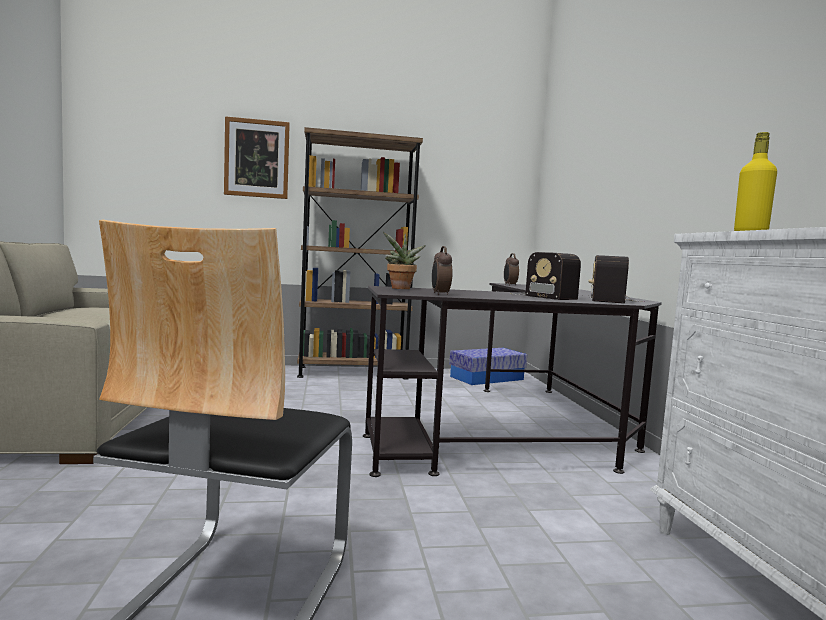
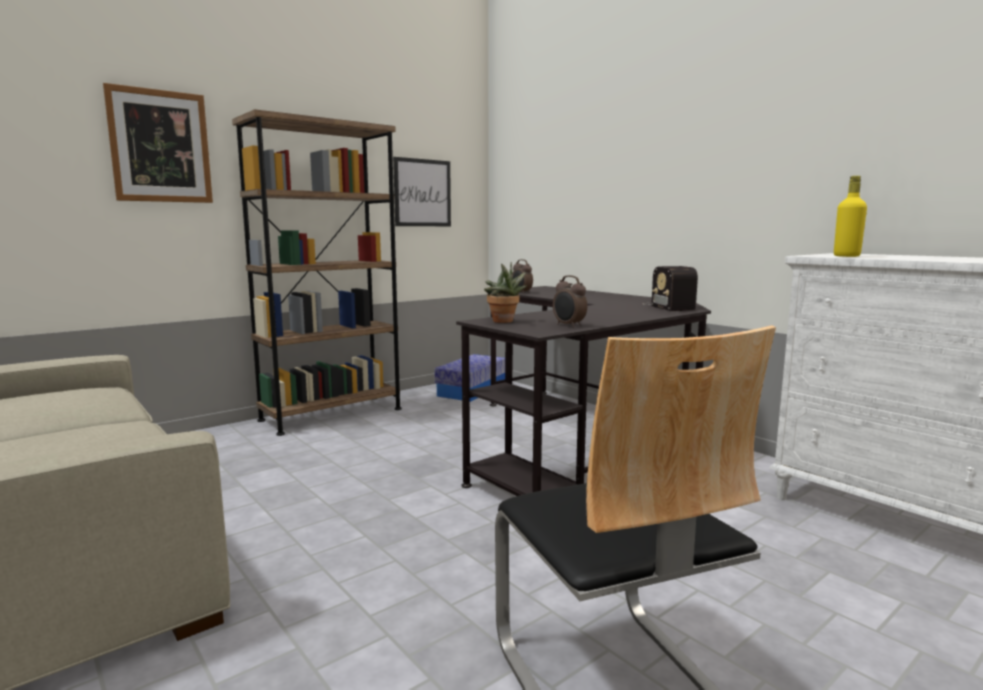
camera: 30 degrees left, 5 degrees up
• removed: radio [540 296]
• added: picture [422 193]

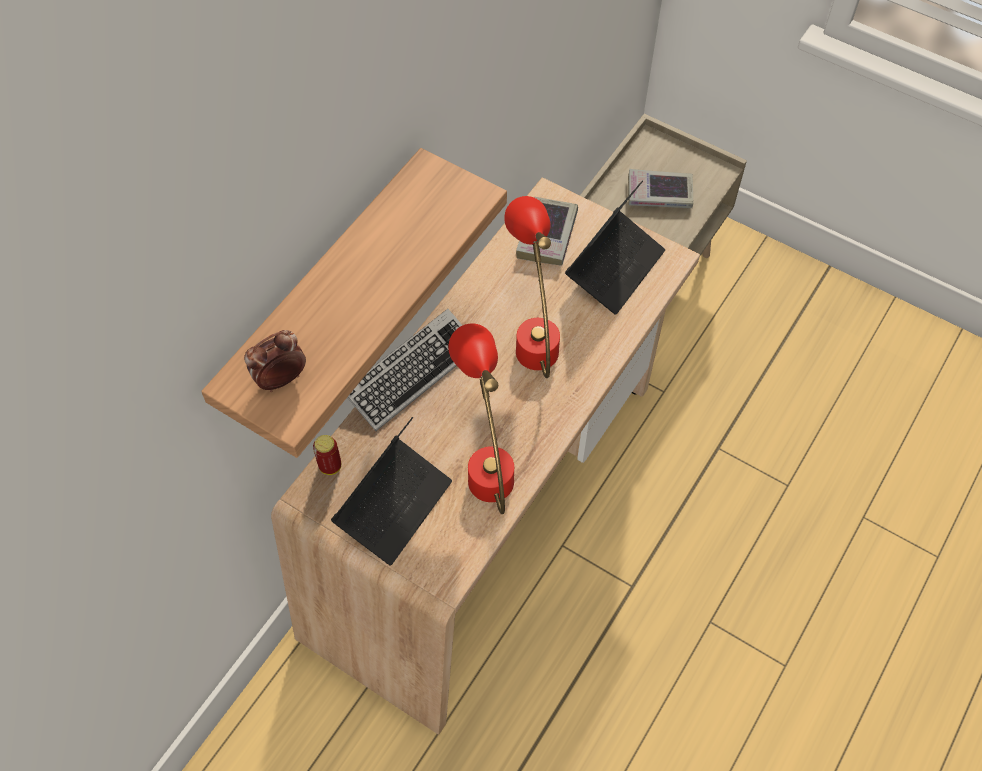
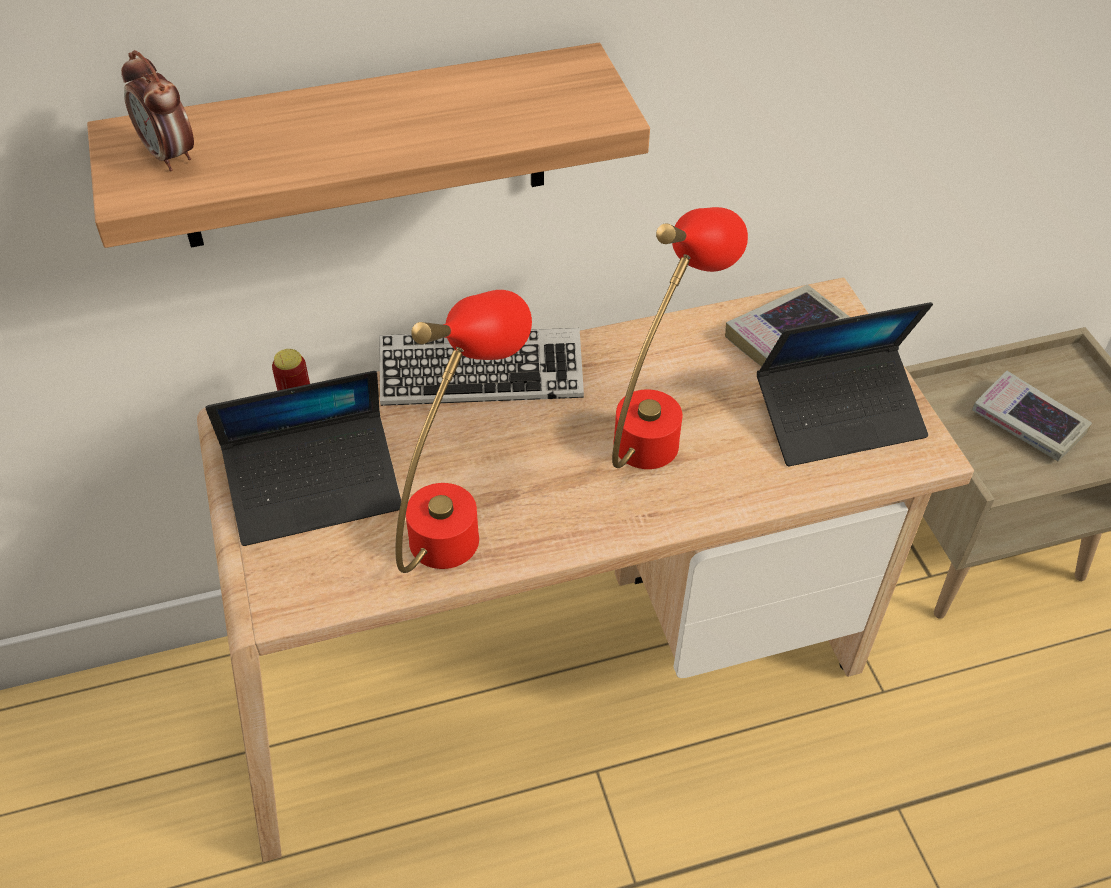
camera: 40 degrees right, 10 degrees down
• turned: alarm_clock [281 379] = [170 156] 135 degrees counterclockwise

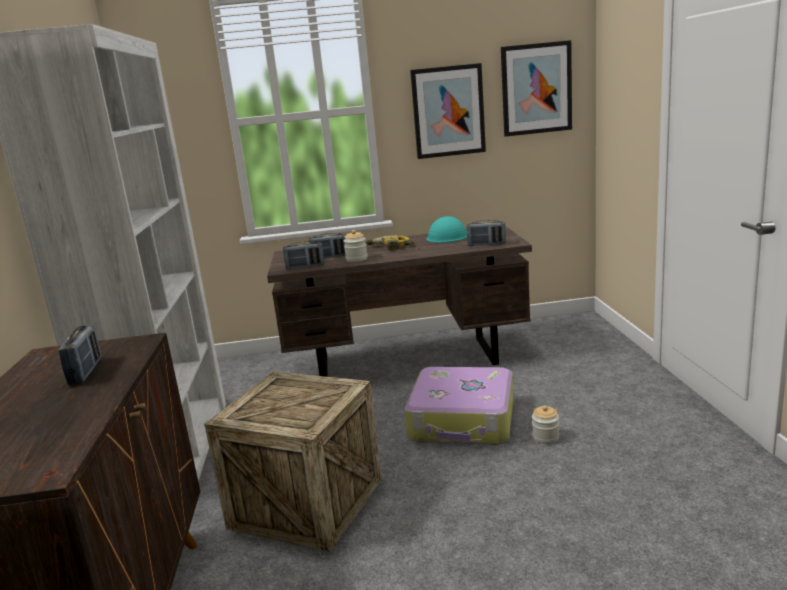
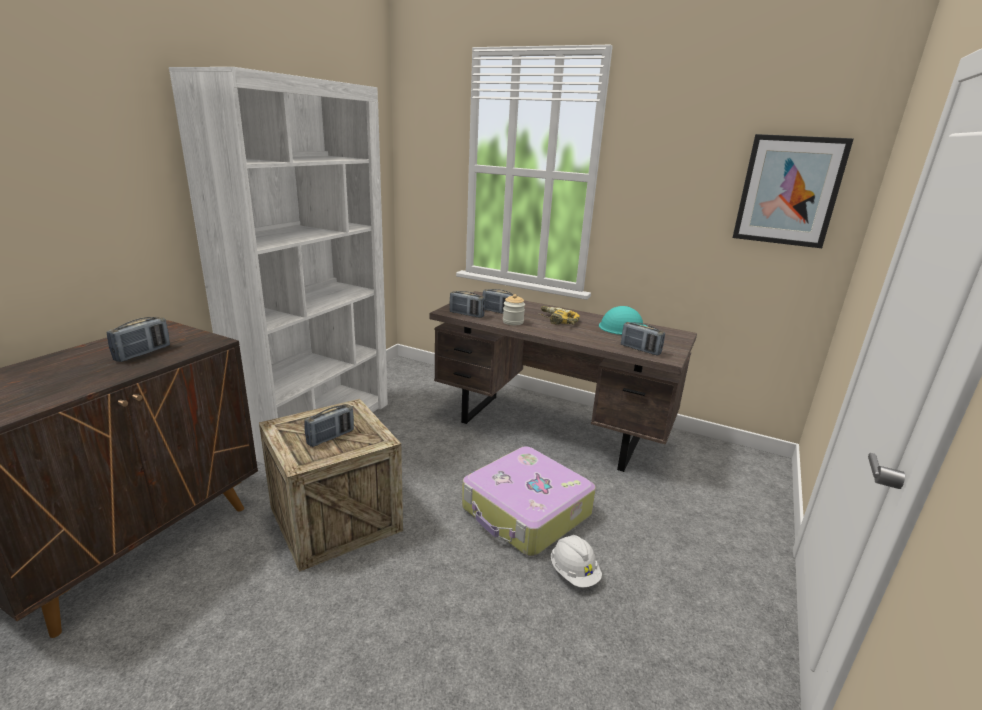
camera: 30 degrees right, 5 degrees up
• removed: picture [448 111]
• replaced: jar [545 438] to white_hard_hat [574 573]
• added: radio [331 437]

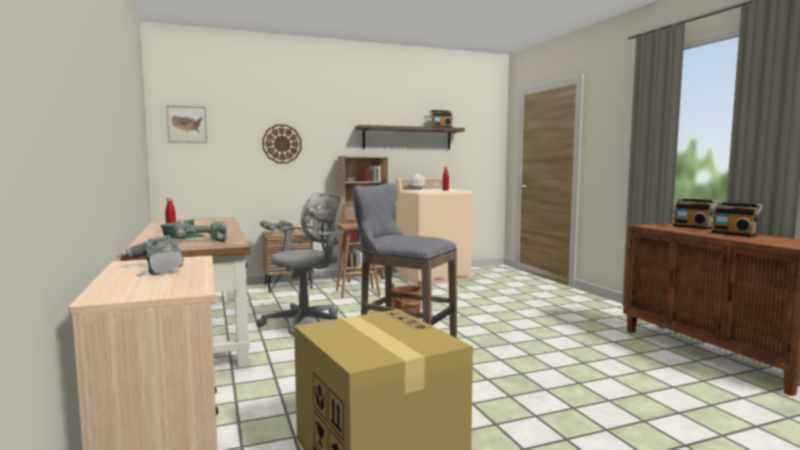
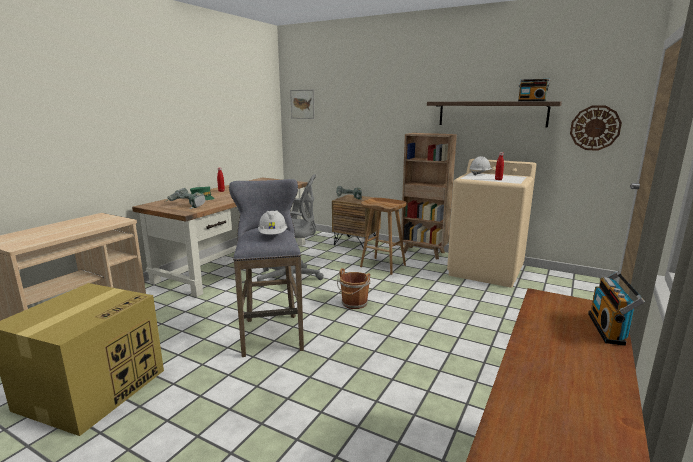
camera: 50 degrees right, 10 degrees up
• moved: wall_clock [282 144] to [595 128]
• removed: radio [734 234]
• removed: power_drill [153 269]
• added: white_hard_hat [273 235]

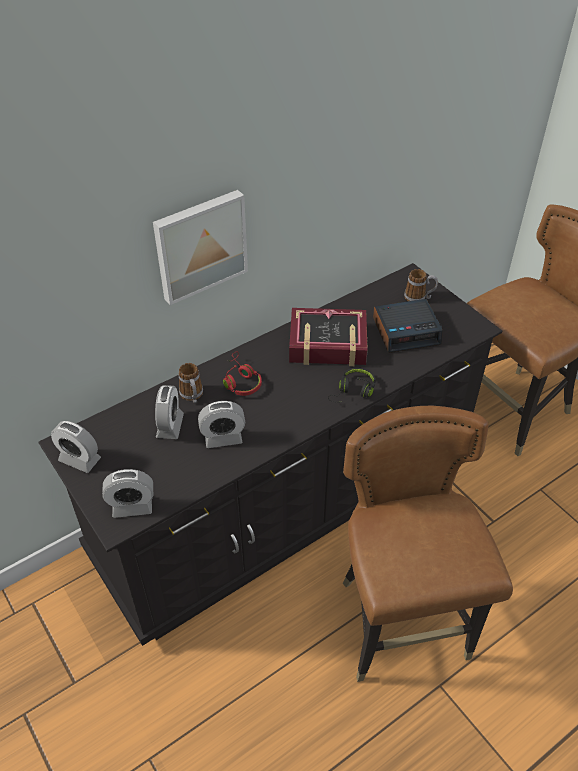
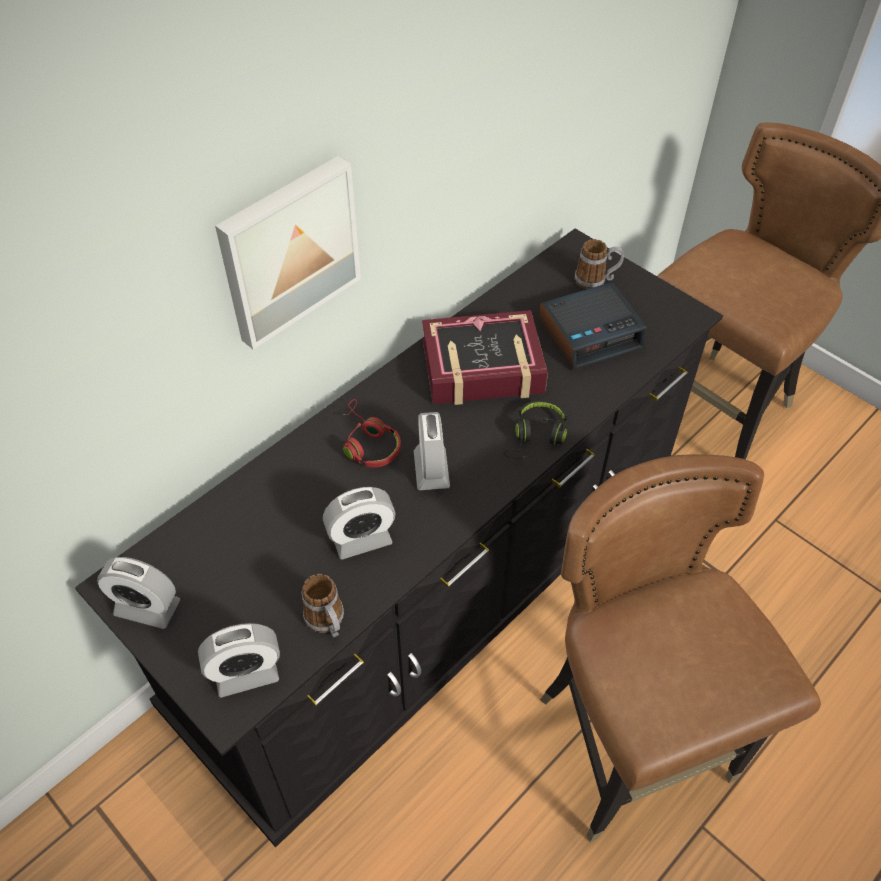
camera: 10 degrees left, 5 degrees up
• moved: mug [192 396] to [327 622]
• moved: alarm_clock [170 426] to [431 469]

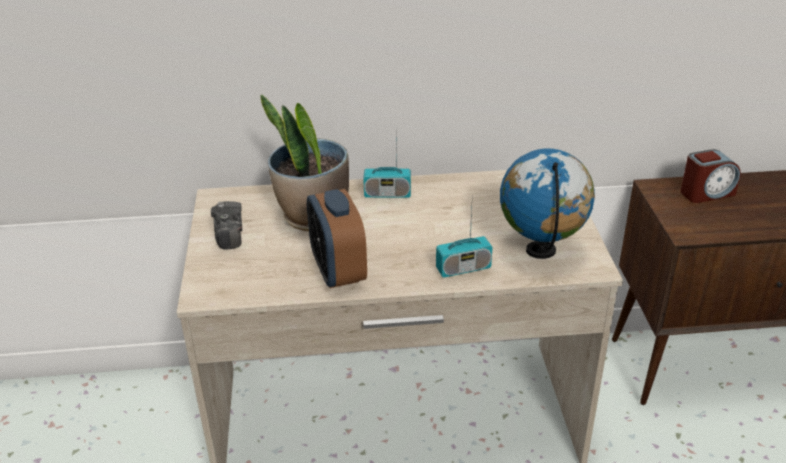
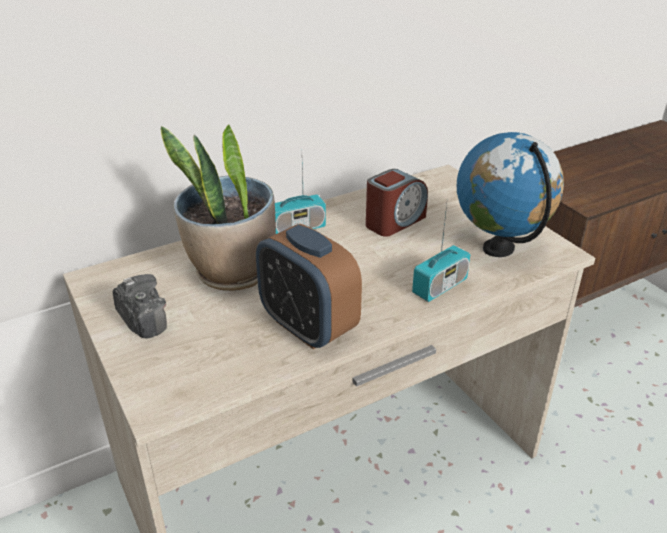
camera: 25 degrees left, 0 degrees up
• moved: alarm_clock [706 193] to [394 221]

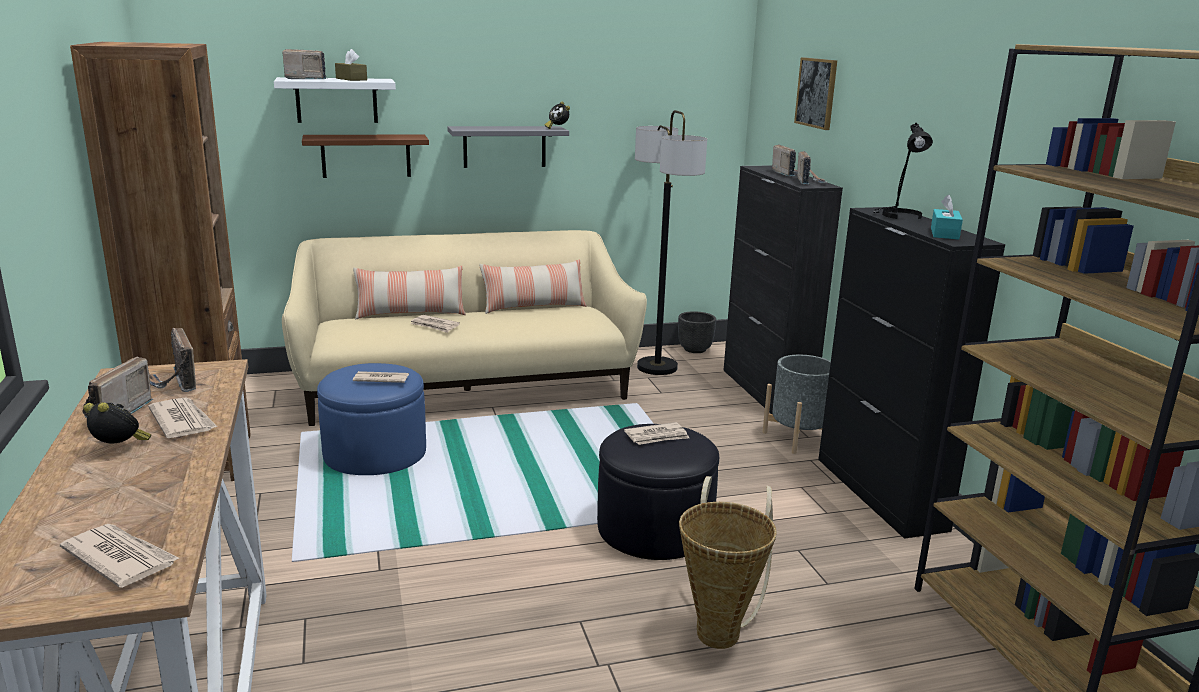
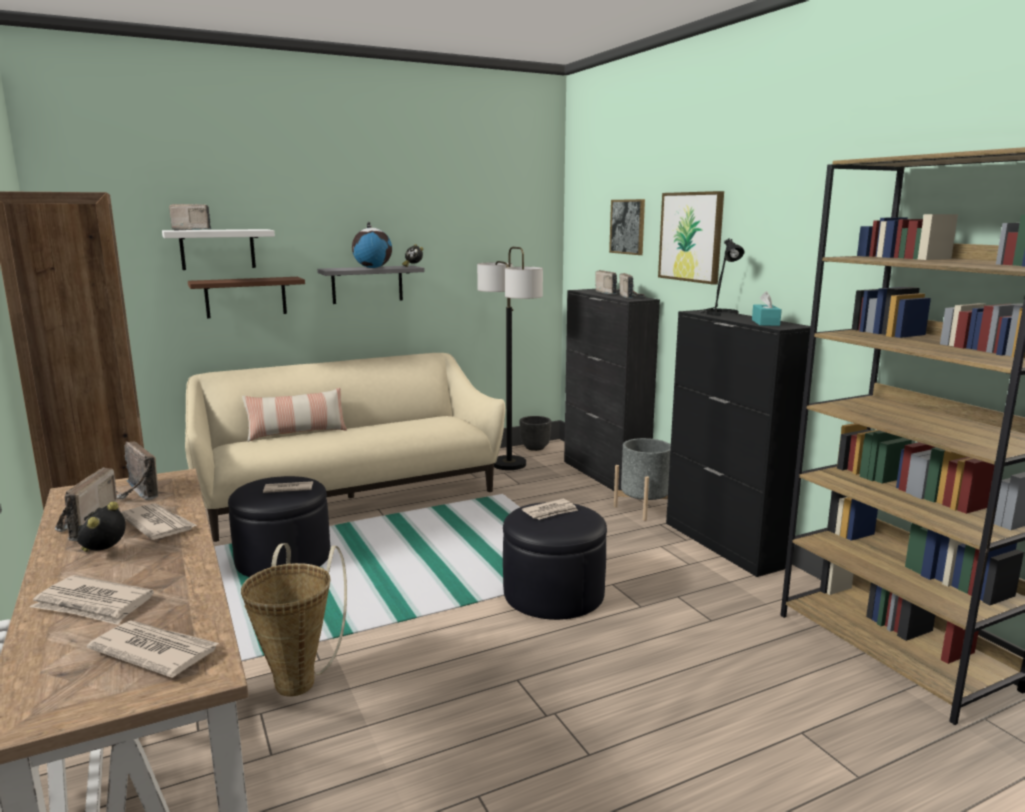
camera: 10 degrees left, 5 degrees down
• removed: brown_tissue_box [351 79]
• removed: pillow [533 307]
• moved: newspaper [435 326] to [93 604]
• recoloured: blue_ottoman [375 453] to black_ottoman [283 558]
• turned: alarm_clock [120 448] = [105 554] 90 degrees counterclockwise
• moved: basket [720 629] to [299 679]
• added: picture [691 237]
• added: globe [372 268]

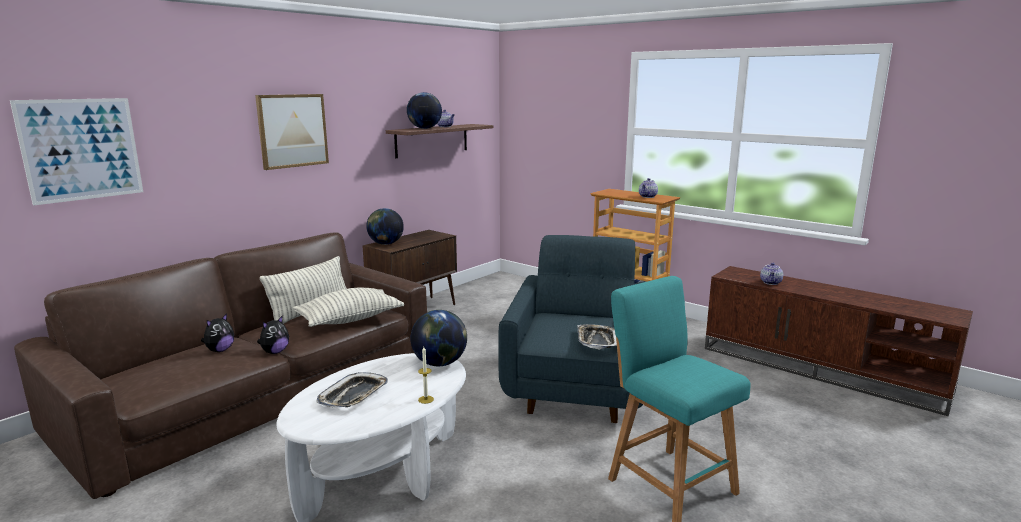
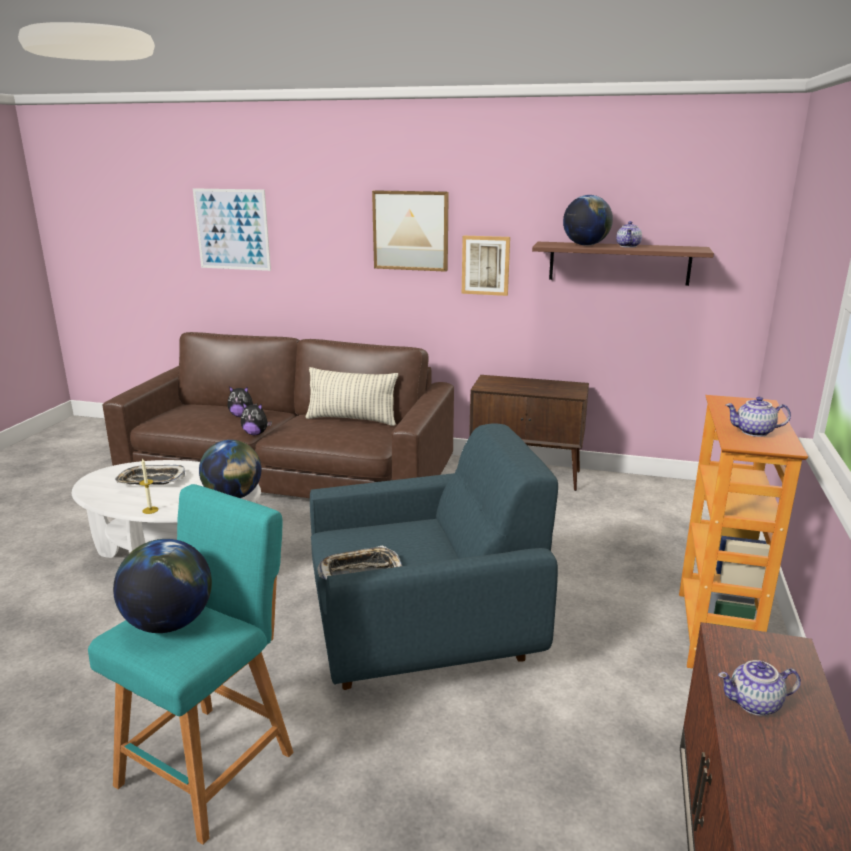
camera: 65 degrees right, 5 degrees up
• moved: globe [385 244] to [169 623]
• removed: pillow [350 320]
• added: picture [485 265]

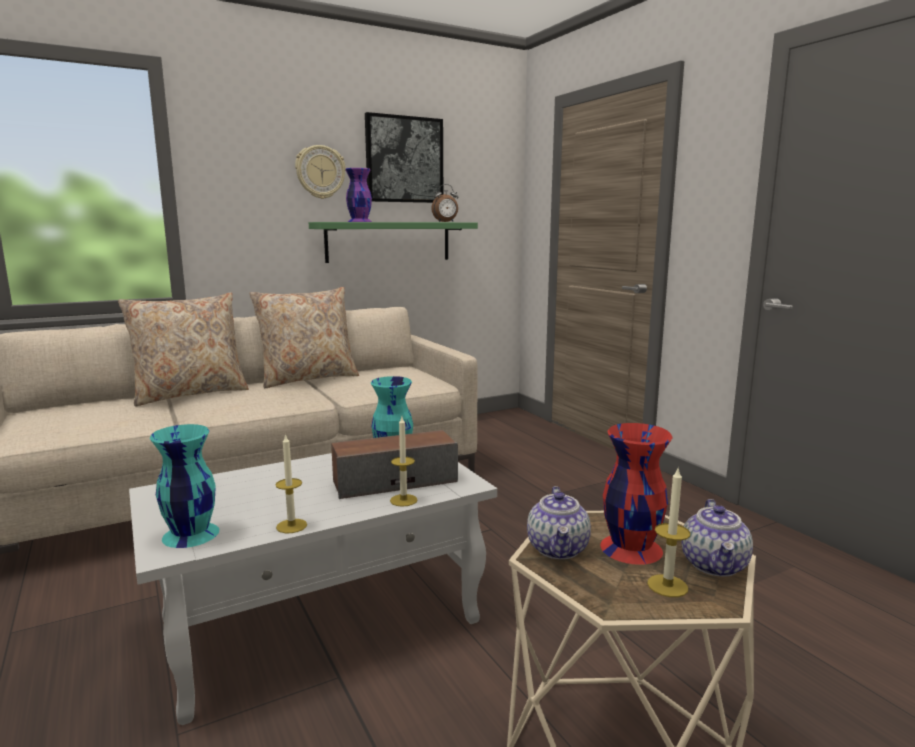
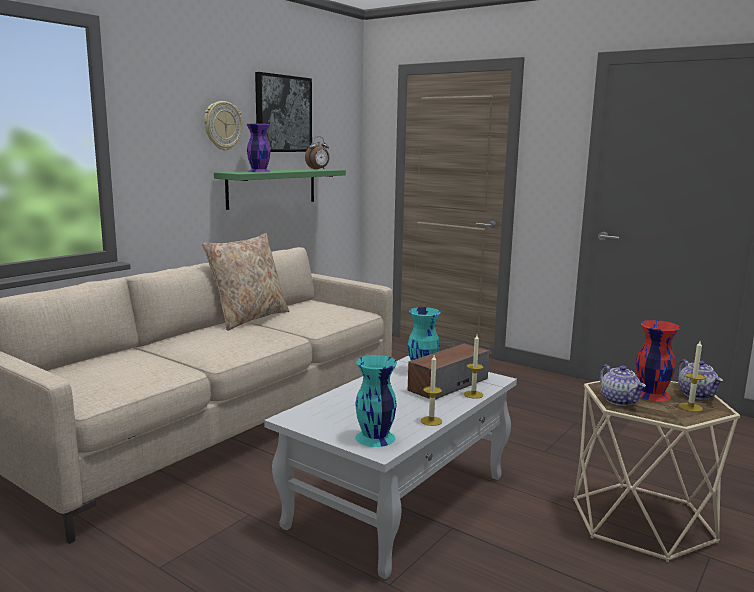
camera: 25 degrees left, 0 degrees up
• removed: beige_pillow [190 394]

